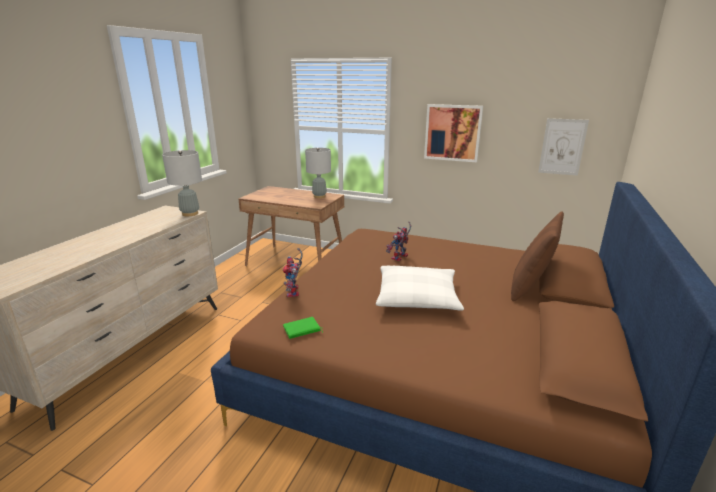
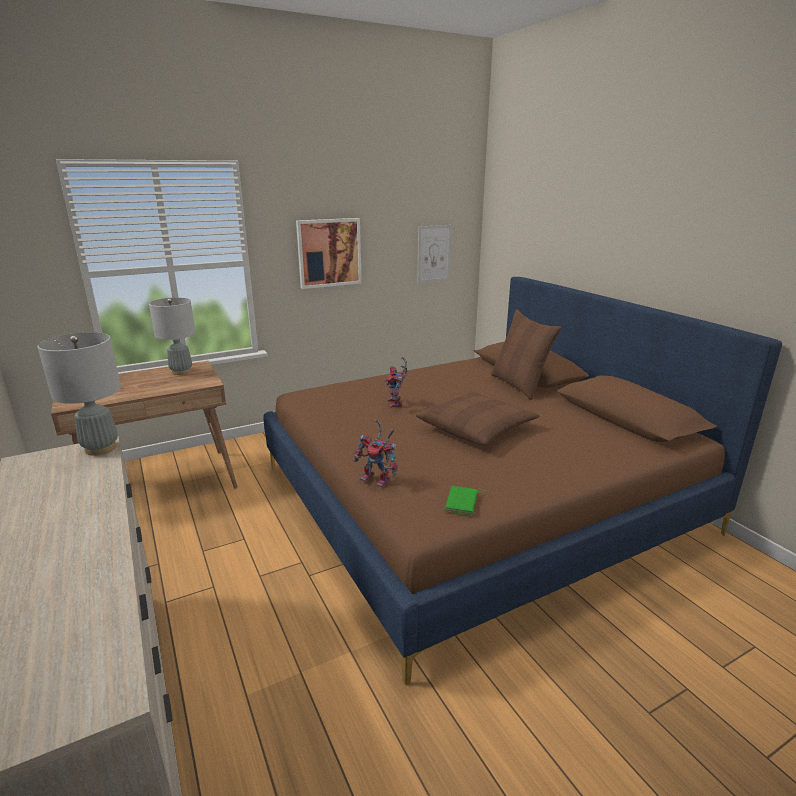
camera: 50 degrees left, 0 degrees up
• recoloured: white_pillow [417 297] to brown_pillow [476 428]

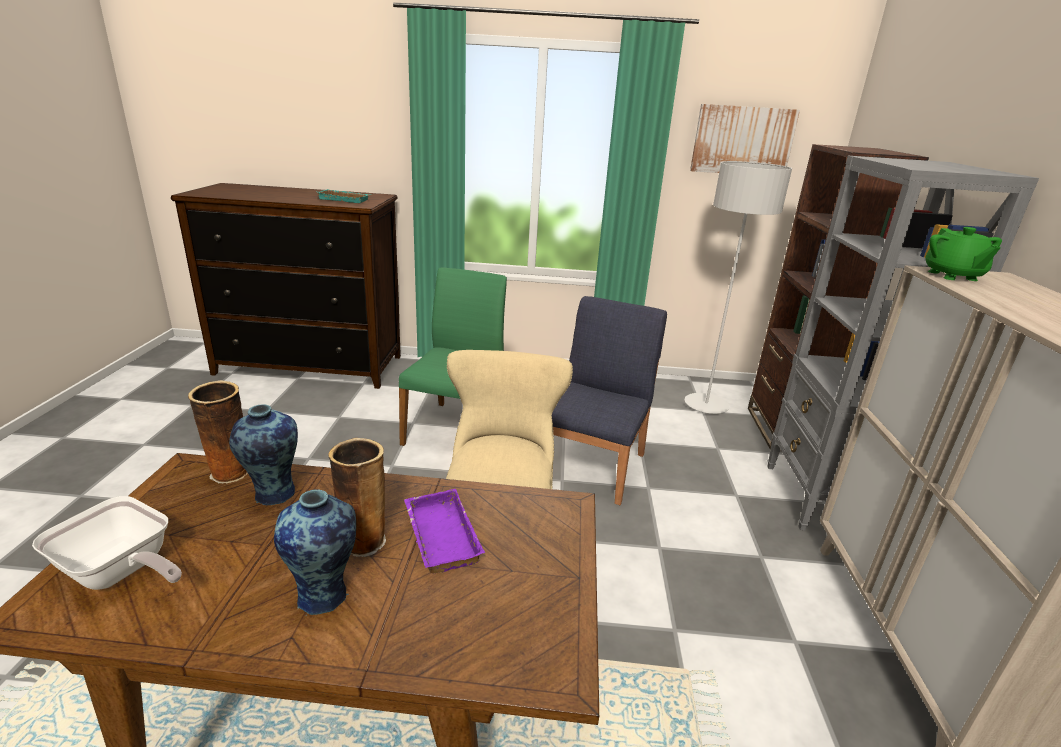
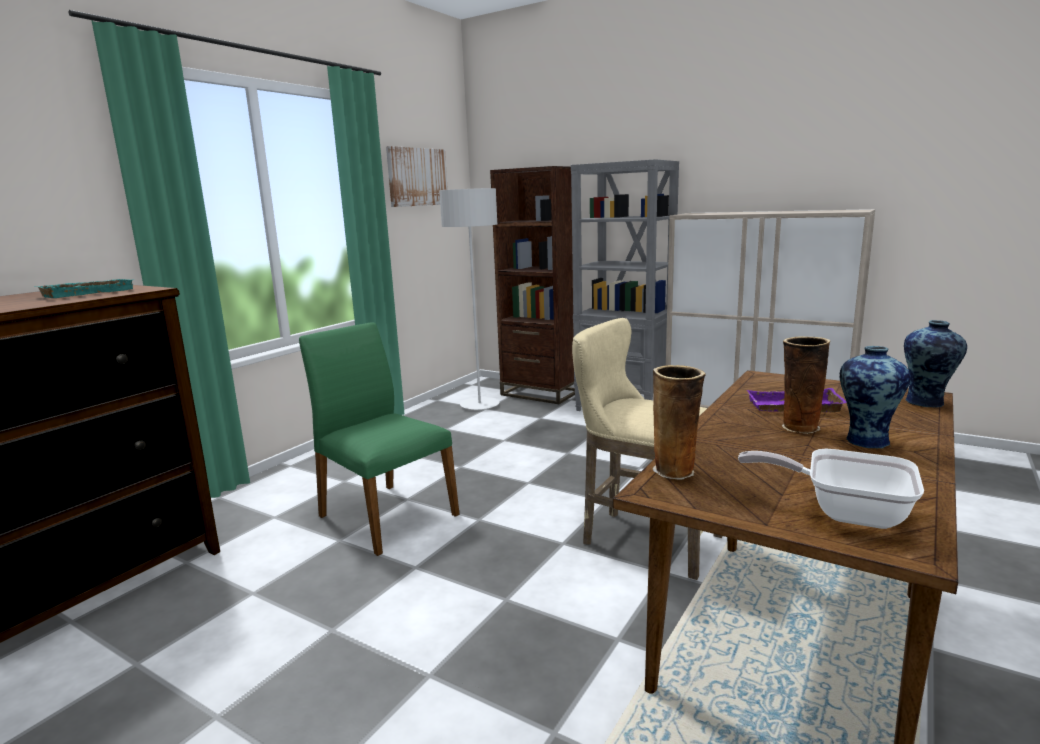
camera: 60 degrees left, 10 degrees down
• removed: green_teapot [952 276]
• removed: blue_chair [593 466]
• moved: vase [273 494] to [926 403]
• turned: frying_pan [120 573] = [844 512] 120 degrees counterclockwise

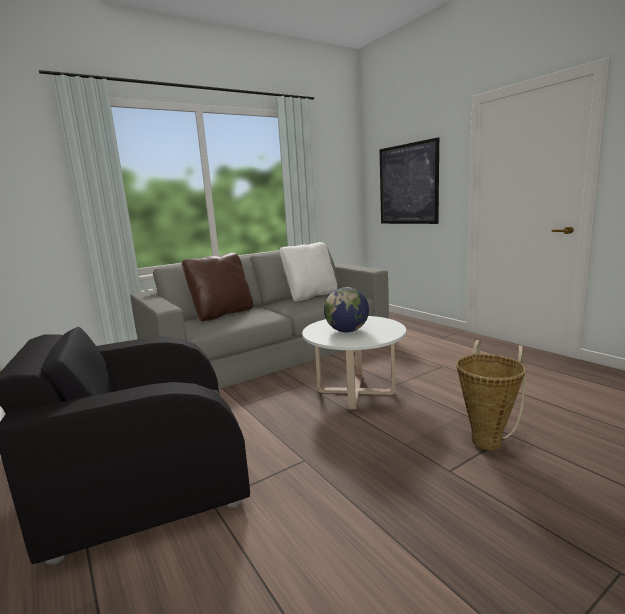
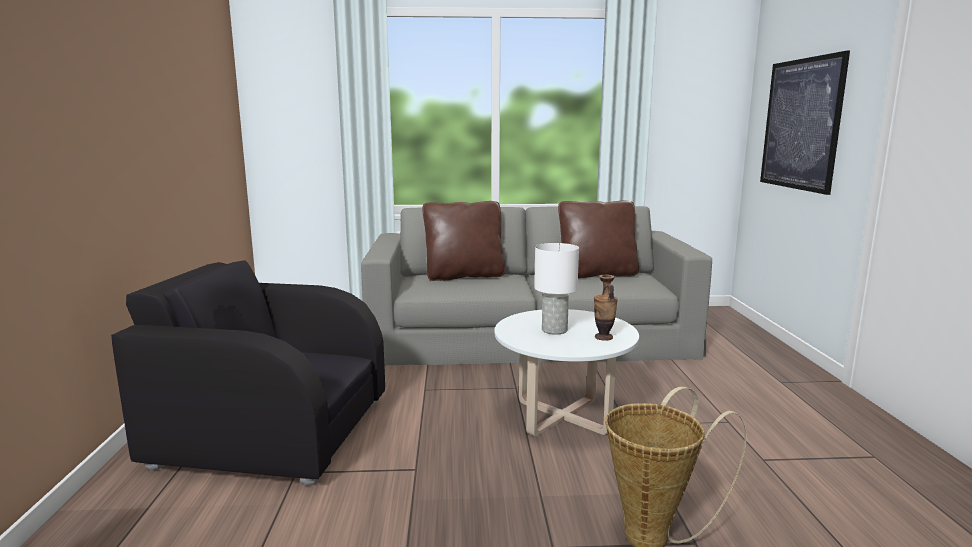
camera: 30 degrees right, 0 degrees up
• recoloured: white_pillow [311 296] to brown_pillow [596 274]
• replaced: globe [347 331] to white_table_lamp [553 330]
• added: vase [603 337]

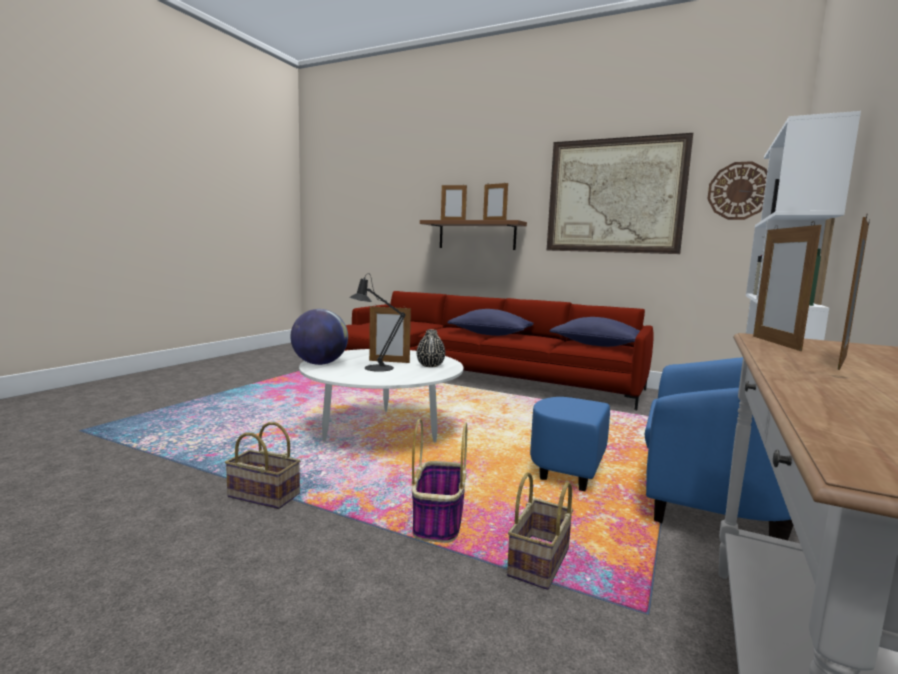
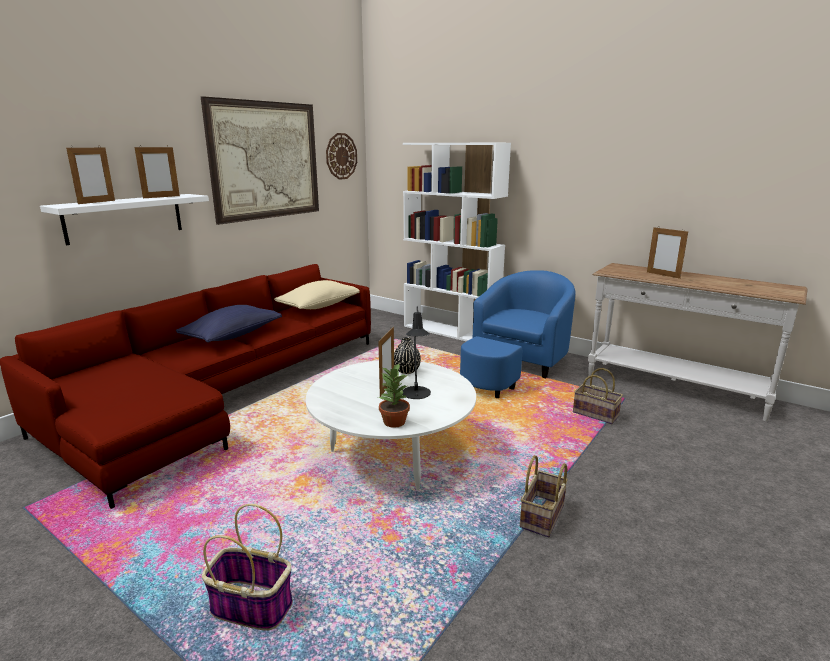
camera: 80 degrees left, 10 degrees up
• recoloured: brown_shelf [477 235] to white_shelf [124 218]
• removed: picture_frame [775 343]
• replaced: globe [319 363] to potted_plant [393 422]
• recoloured: blue_pillow [596 345] to beige_pillow [319 306]
• moved: basket [438 520] to [250 607]

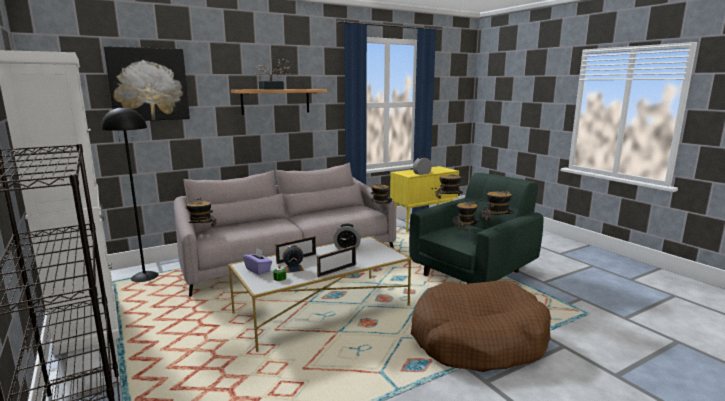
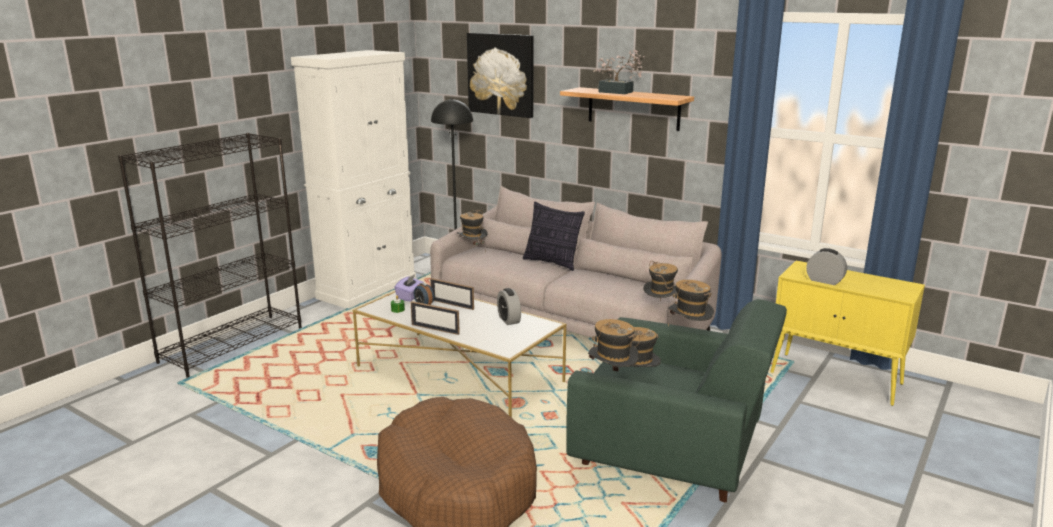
camera: 65 degrees right, 5 degrees up
• added: pillow [552 263]

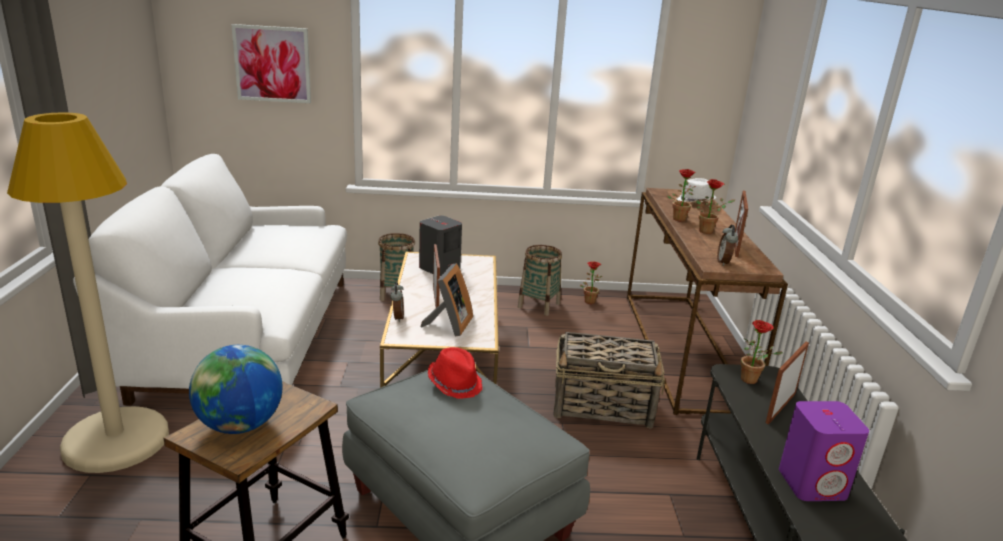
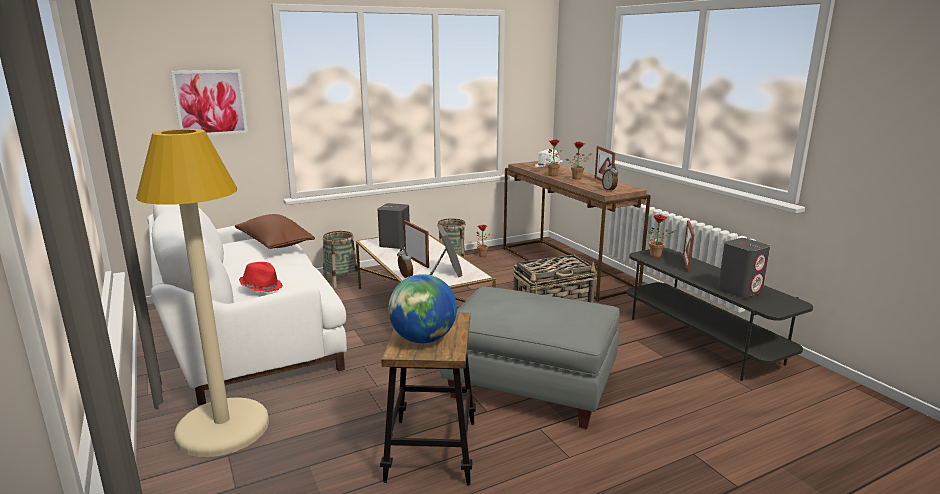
camera: 25 degrees left, 5 degrees down
• moved: red_hat [455 384] to [261 287]
• recoloured: purple_speaker [813 483] to grey_speaker [740 290]
• added: brown_pillow [275 244]

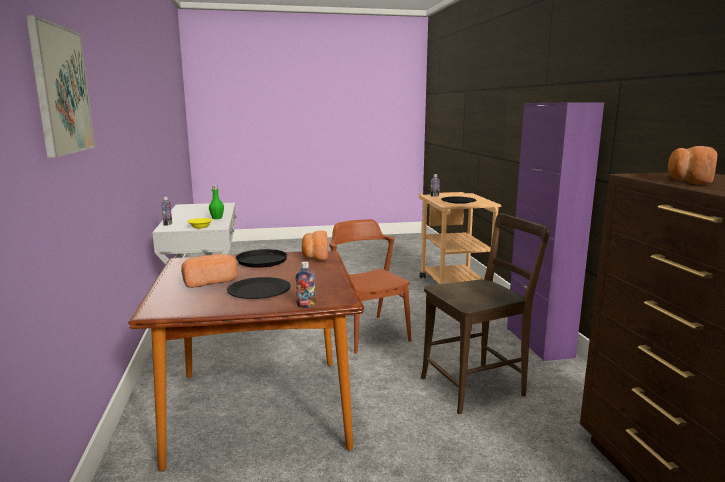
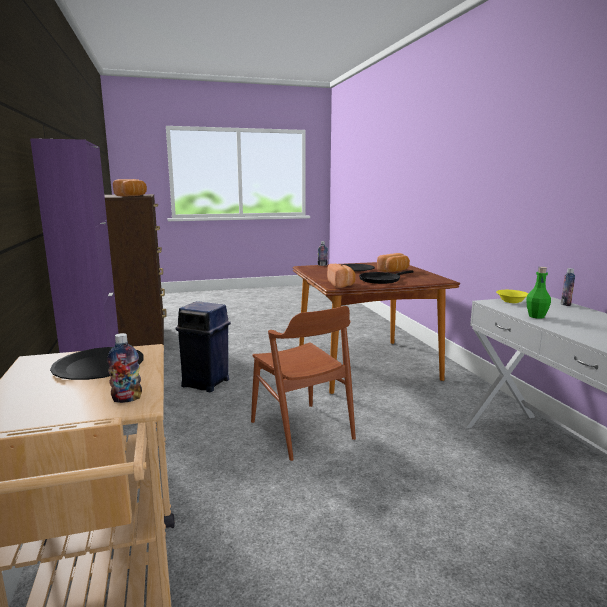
camera: 175 degrees right, 0 degrees up
• removed: picture [61 90]
• replaced: brown_chair [477 386] to blue_trash_can [206 383]

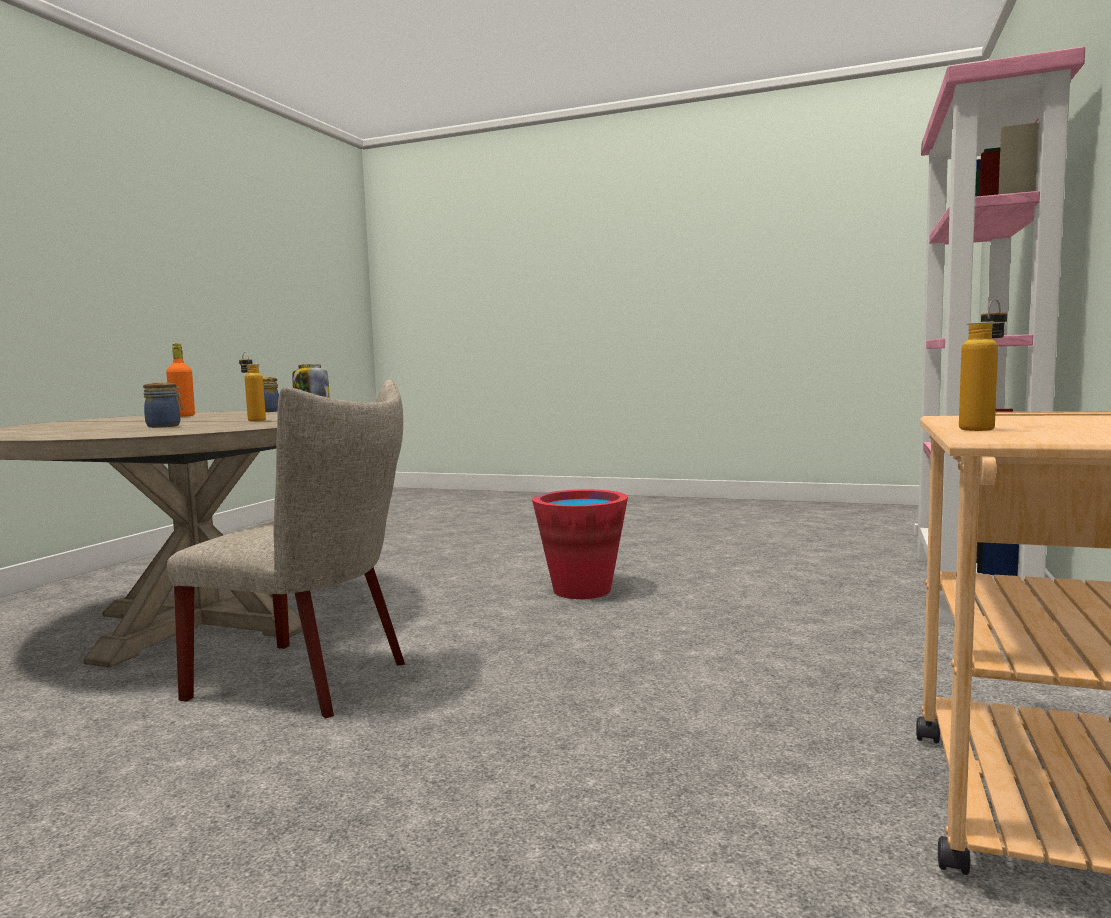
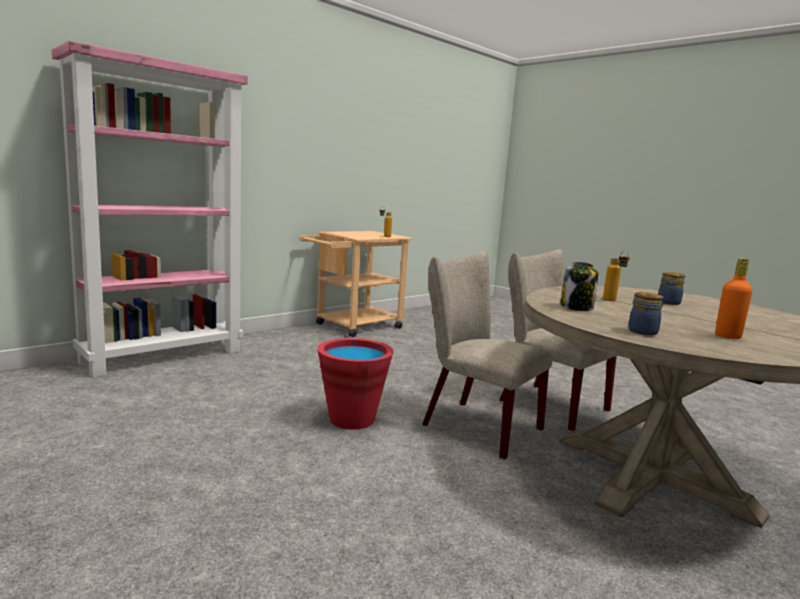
camera: 155 degrees left, 5 degrees up
• added: beige_chair [474 425]

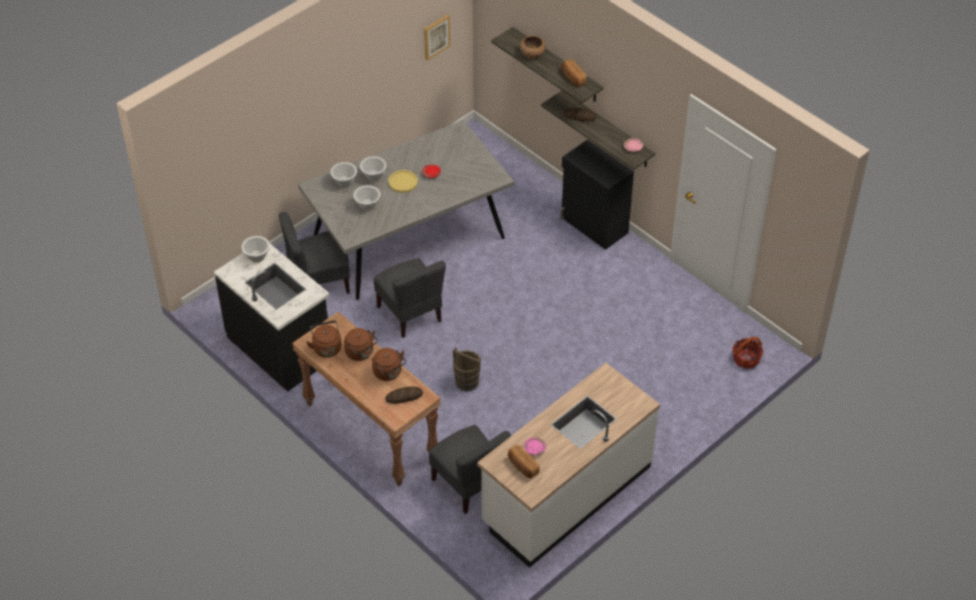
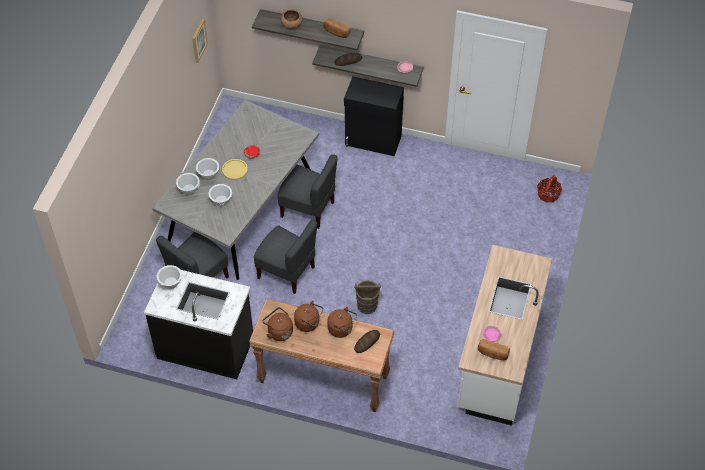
camera: 30 degrees left, 5 degrees up
• moved: grey_chair [469 485] to [308 209]

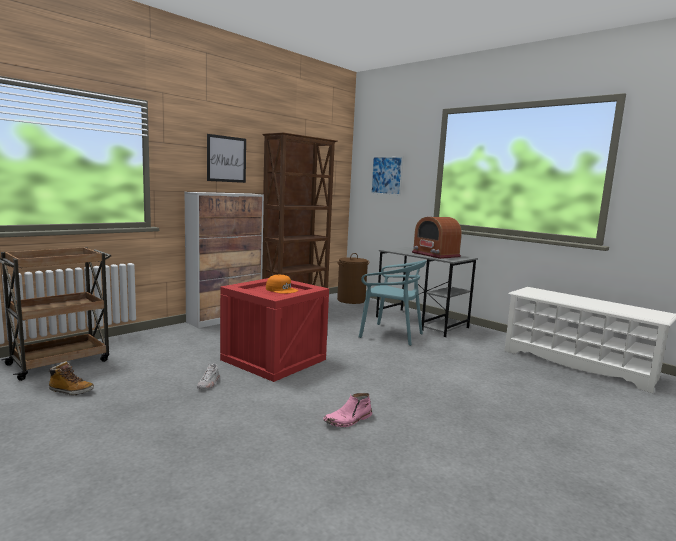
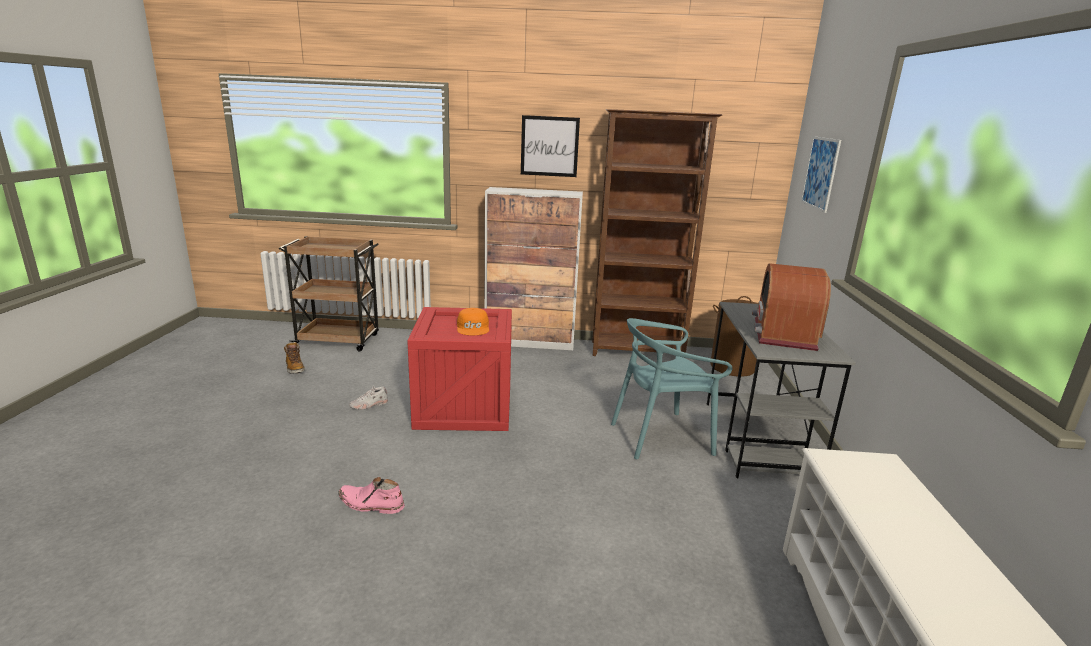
camera: 50 degrees right, 10 degrees up
• turned: turquoise_chair [391 334] = [661 437] 90 degrees clockwise

